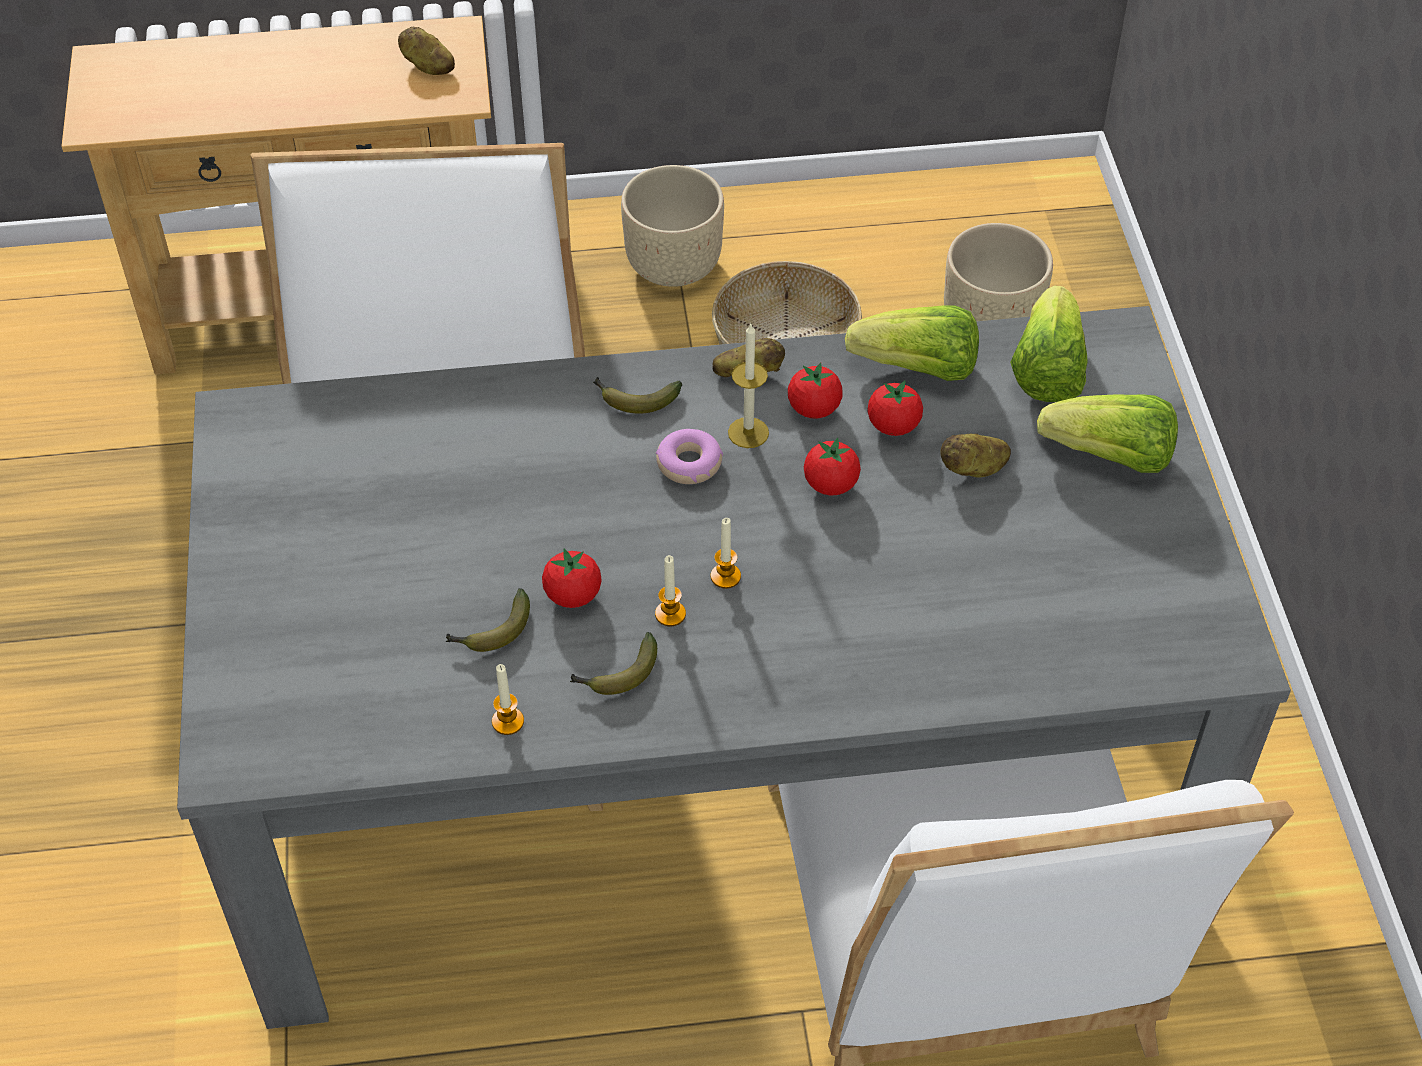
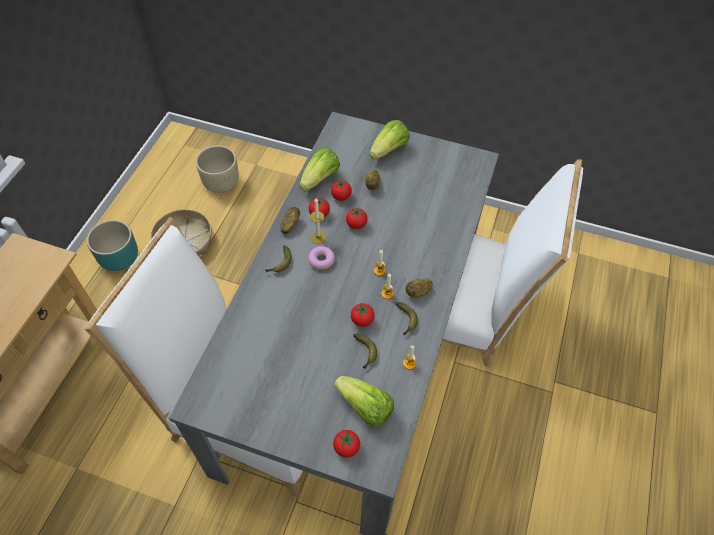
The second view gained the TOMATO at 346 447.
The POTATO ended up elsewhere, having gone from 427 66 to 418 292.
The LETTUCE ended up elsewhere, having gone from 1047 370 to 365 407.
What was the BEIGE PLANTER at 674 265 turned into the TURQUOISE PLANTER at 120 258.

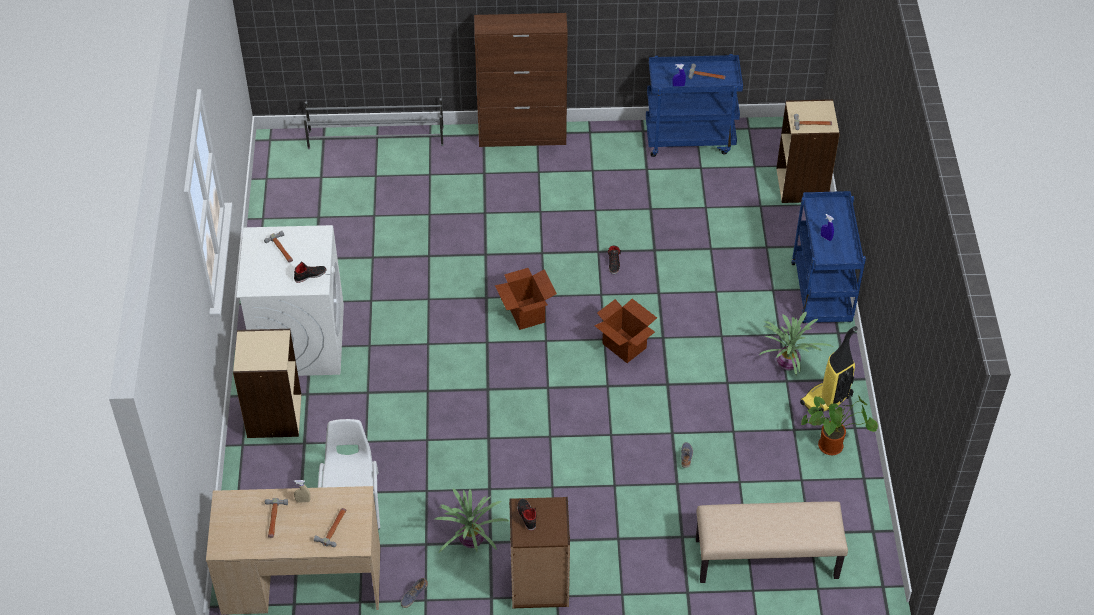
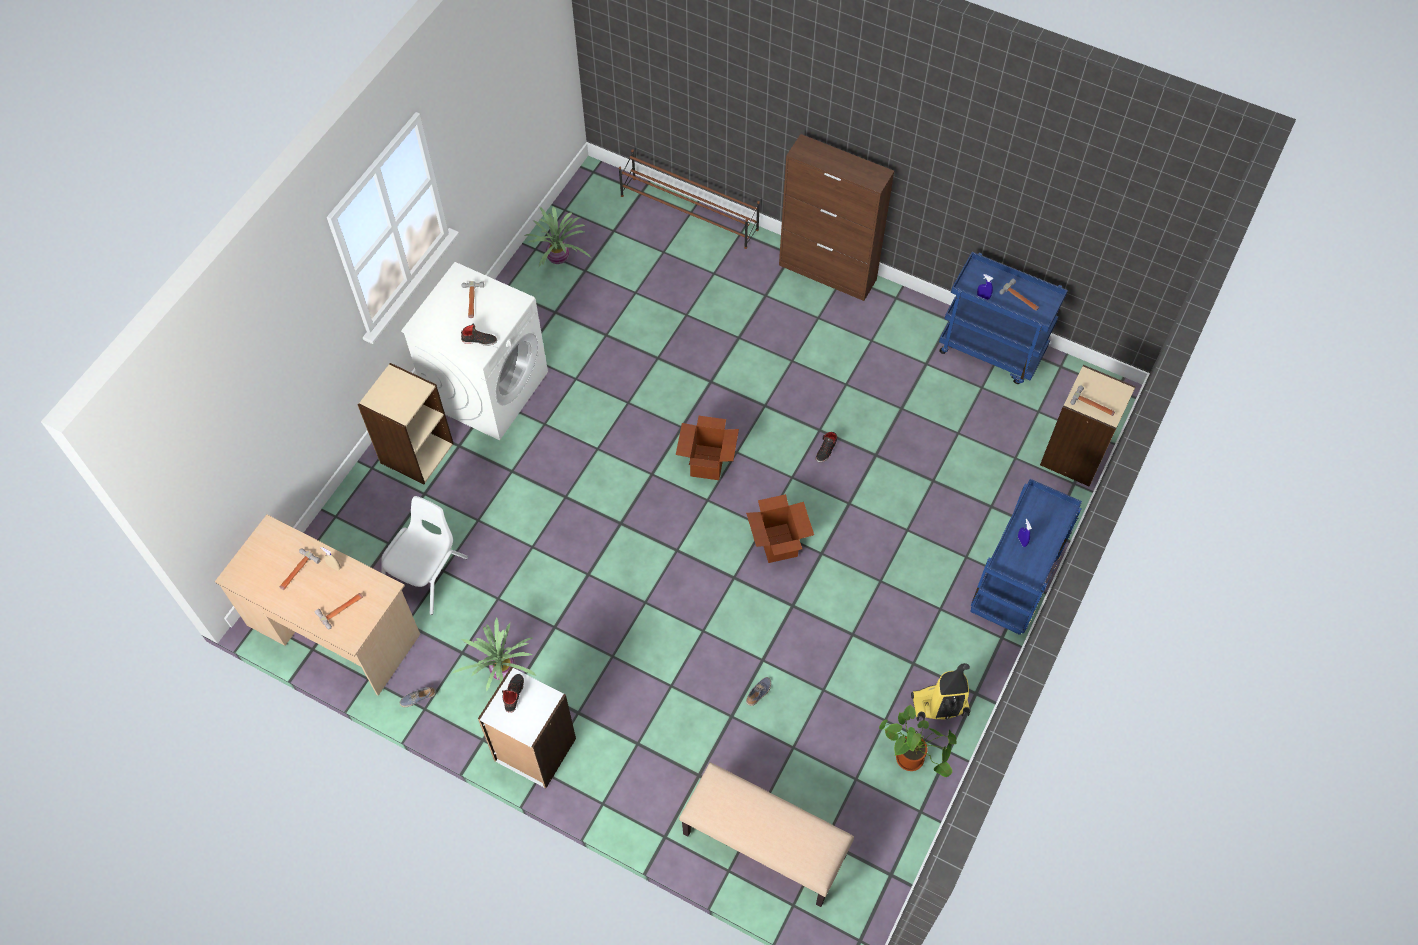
The POTTED PLANT ended up elsewhere, having gone from 788 365 to 559 259.
What was the GREY SHOE RACK at 376 138 turned into the BROWN SHOE RACK at 689 213.
What was the BROWN BOOKCASE at 539 584 turned into the WHITE BOOKCASE at 534 750.

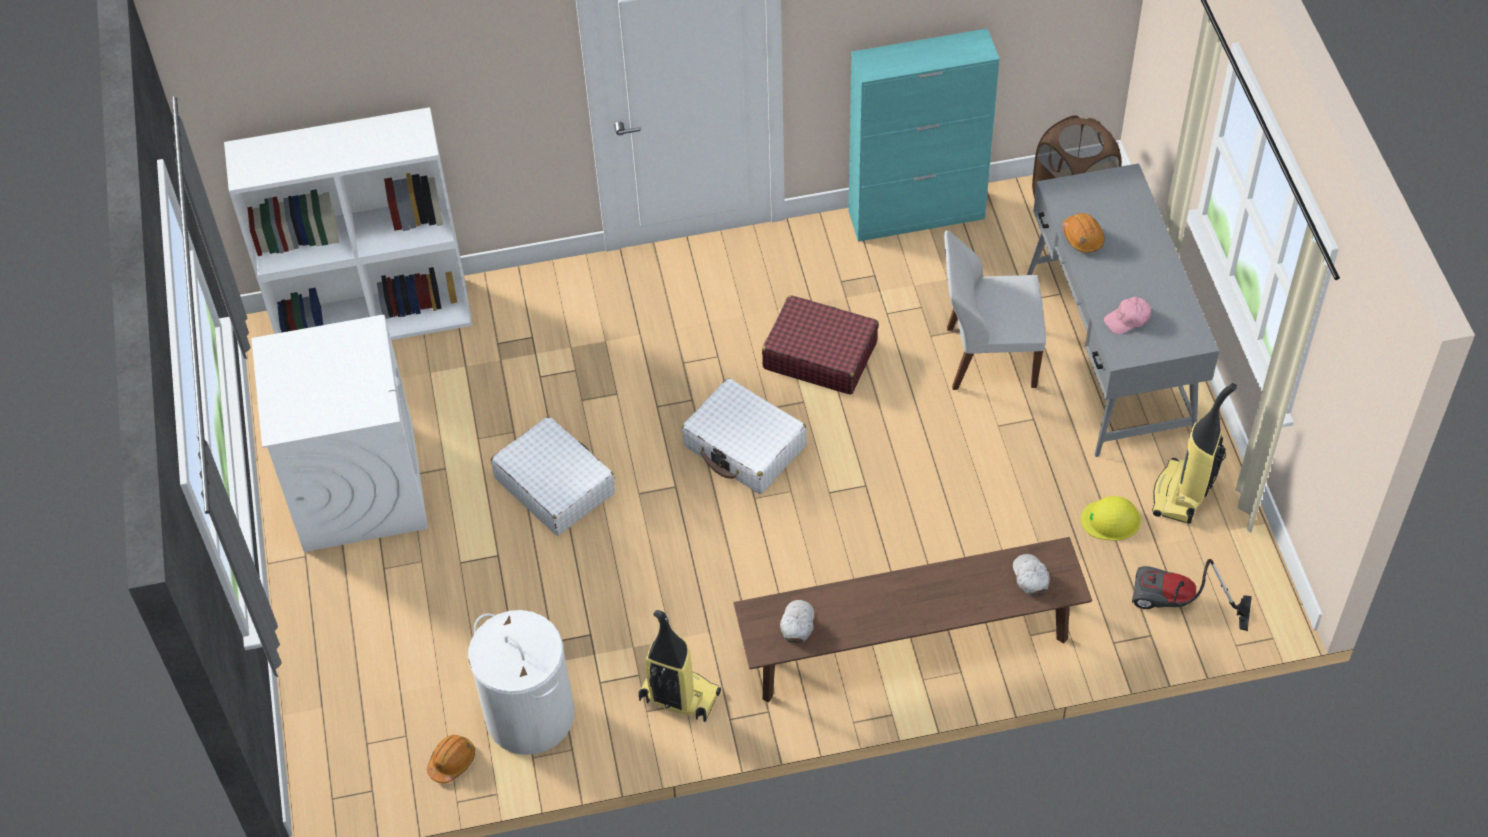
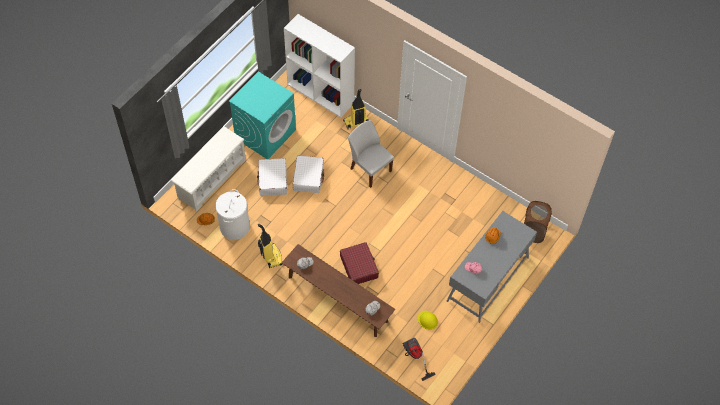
The second view lost the TURQUOISE CABINET at 917 215.
The second view gained the WHITE SHOE RACK at 211 178.
The WHITE SUITCASE ended up elsewhere, having gone from 745 447 to 273 180.
The RED SUITCASE ended up elsewhere, having gone from 819 355 to 359 266.
The WHITE CHAIR ended up elsewhere, having gone from 987 357 to 370 169.
The VACUUM CLEANER ended up elsewhere, having gone from 1181 494 to 356 122.
What was the WHITE WASHING MACHINE at 358 486 turned into the TURQUOISE WASHING MACHINE at 265 134.

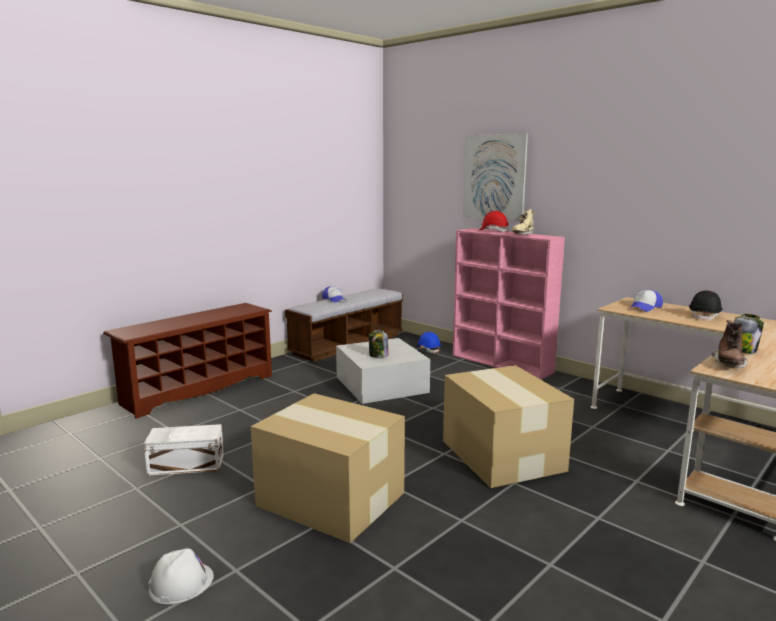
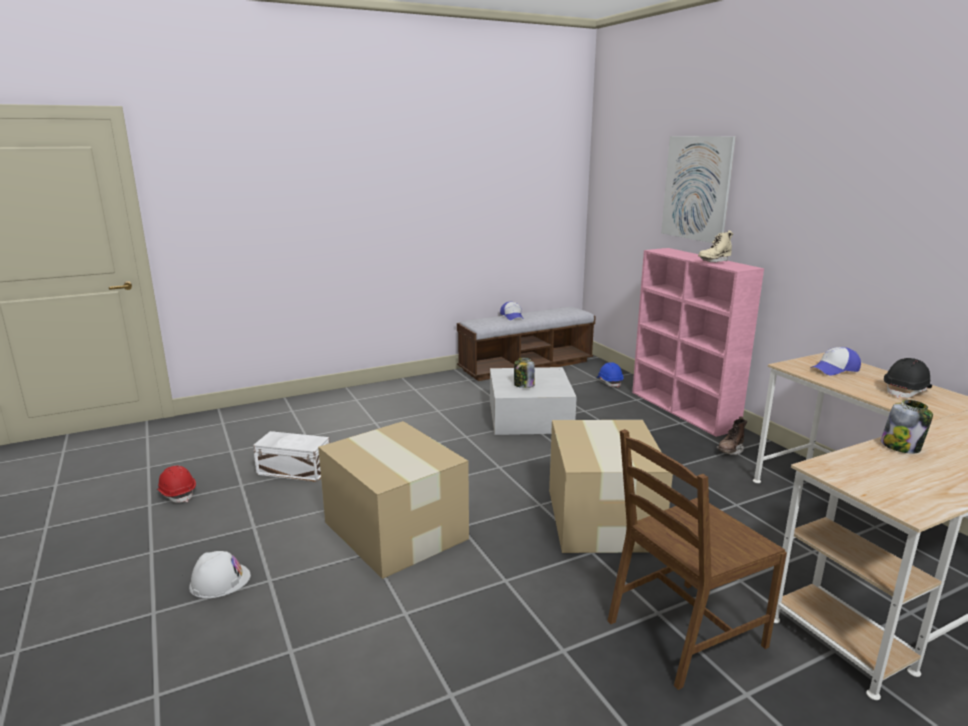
The second view lost the BROWN SHOE RACK at 198 389.
The second view gained the BROWN CHAIR at 684 633.
The RED HARD HAT ended up elsewhere, having gone from 493 231 to 177 493.
The BROWN BOOT ended up elsewhere, having gone from 729 364 to 730 450.

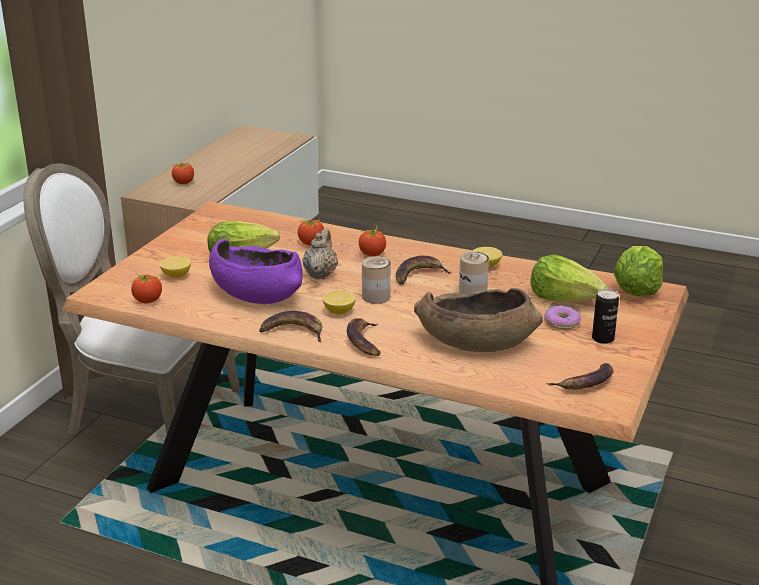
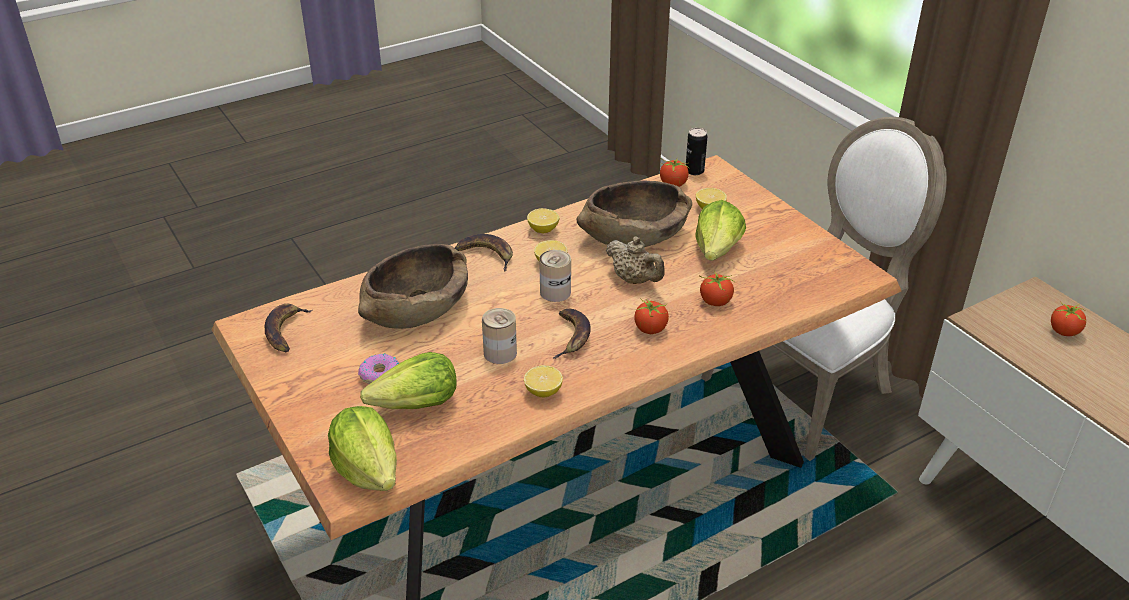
The CAN ended up elsewhere, having gone from 602 339 to 694 171.
Where the BANANA stood at 293 331, the LEMON came to stand at 543 229.
What was the PURPLE BOWL at 256 292 turned into the BROWN BOWL at 634 235.

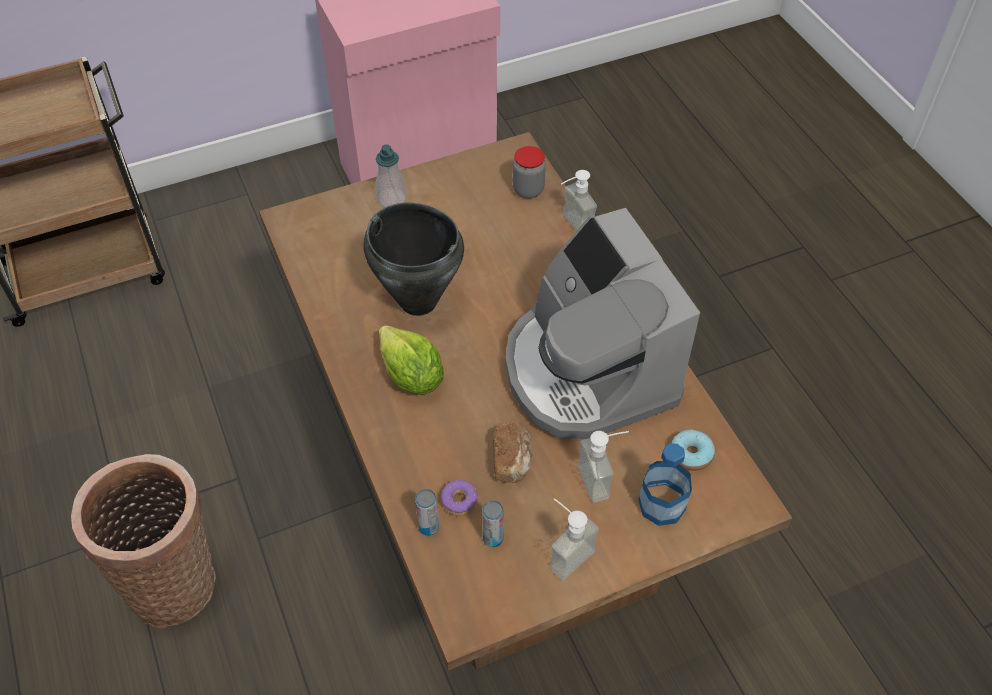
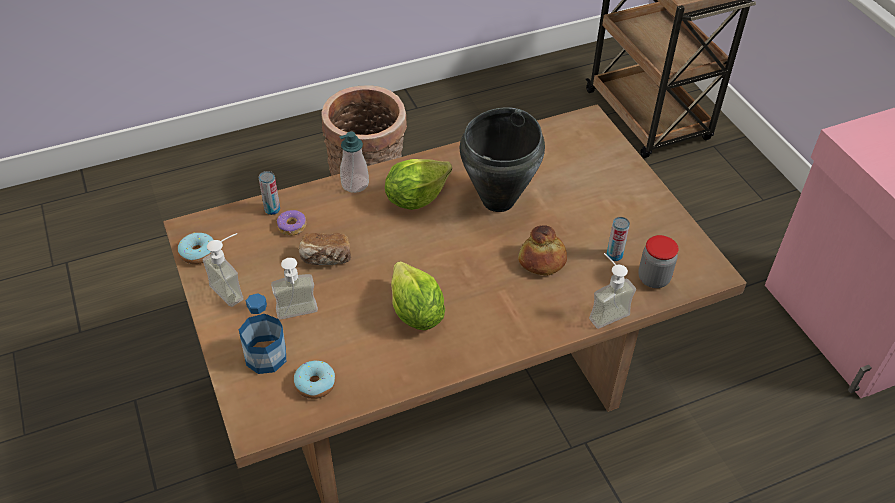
The second view gained the DONUT at 198 253.
The second view gained the BREAD at 541 260.
The SOAP DISPENSER ended up elsewhere, having gone from 391 199 to 355 184.
The CAN ended up elsewhere, having gone from 493 538 to 614 255.
Where the COFFEE MACHINE stood at 587 372, the LETTUCE came to stand at 415 313.

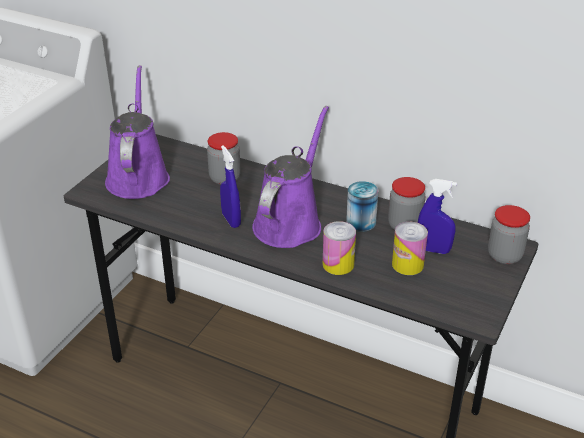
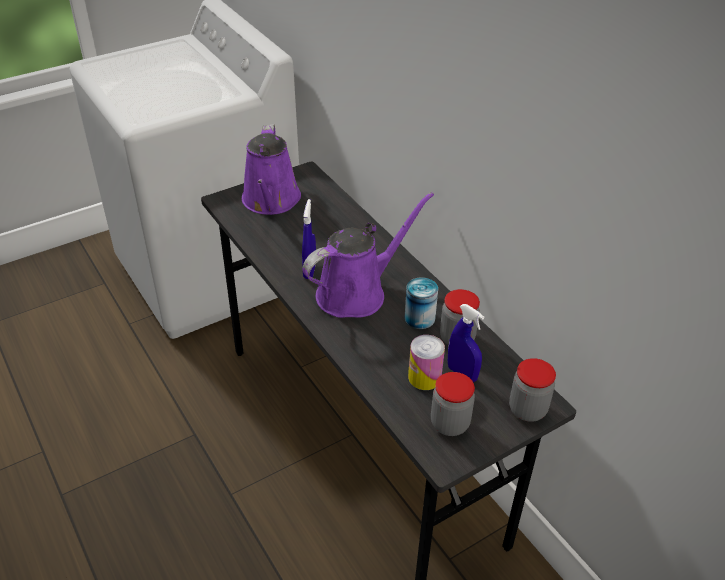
The second view lost the CAN at 338 264.
The JAR ended up elsewhere, having gone from 225 178 to 449 424.
The PURPLE WATERING CAN at 138 176 ended up facing another way, 150 degrees clockwise from before.

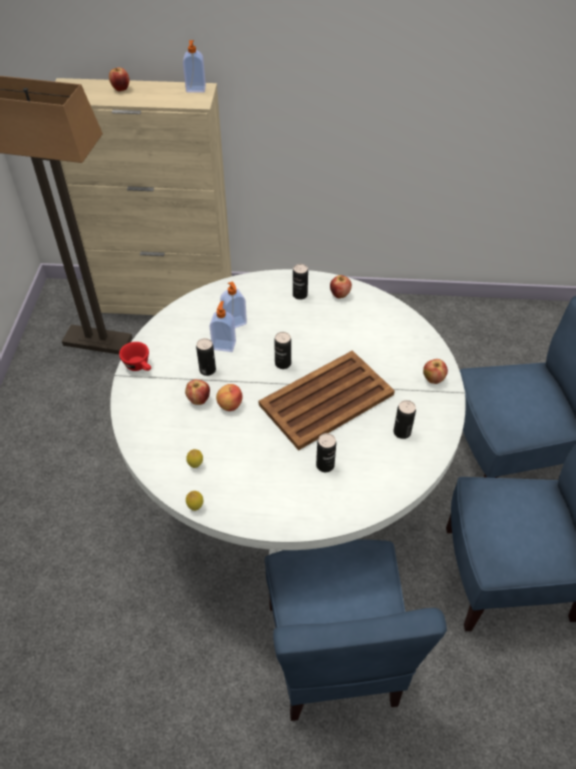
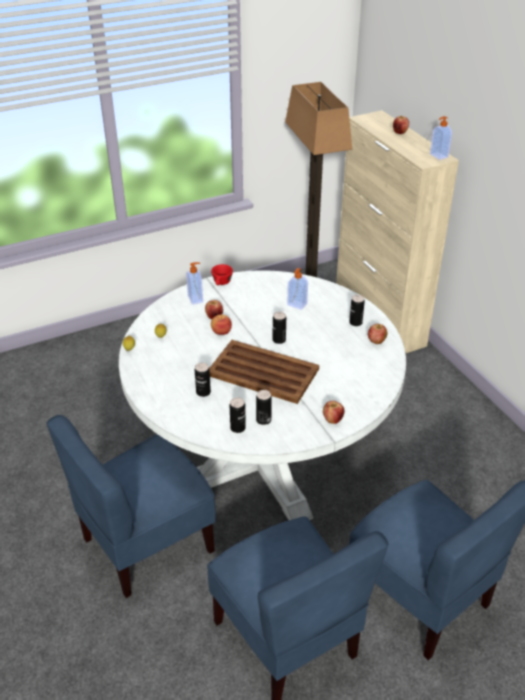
The CAN ended up elsewhere, having gone from 207 370 to 238 428.
The SOAP DISPENSER ended up elsewhere, having gone from 224 345 to 196 299.

